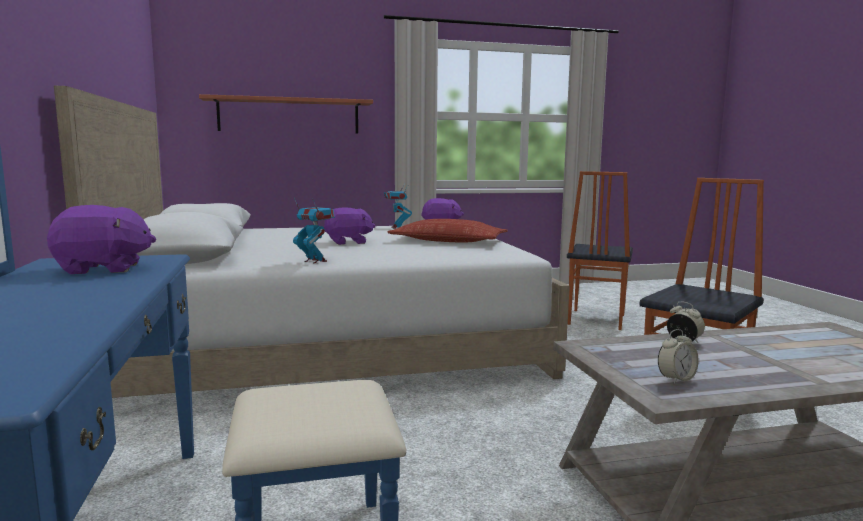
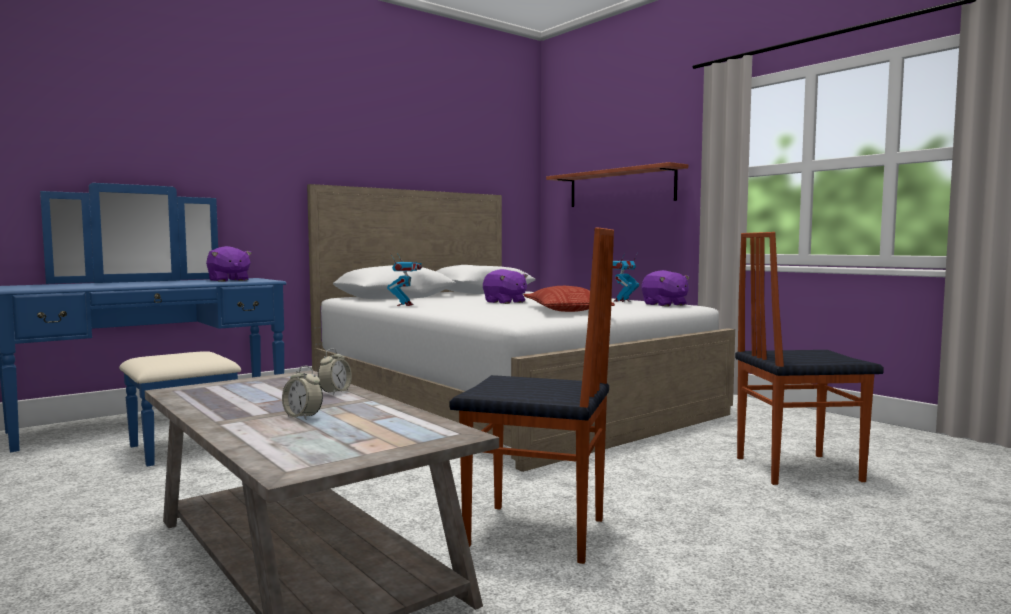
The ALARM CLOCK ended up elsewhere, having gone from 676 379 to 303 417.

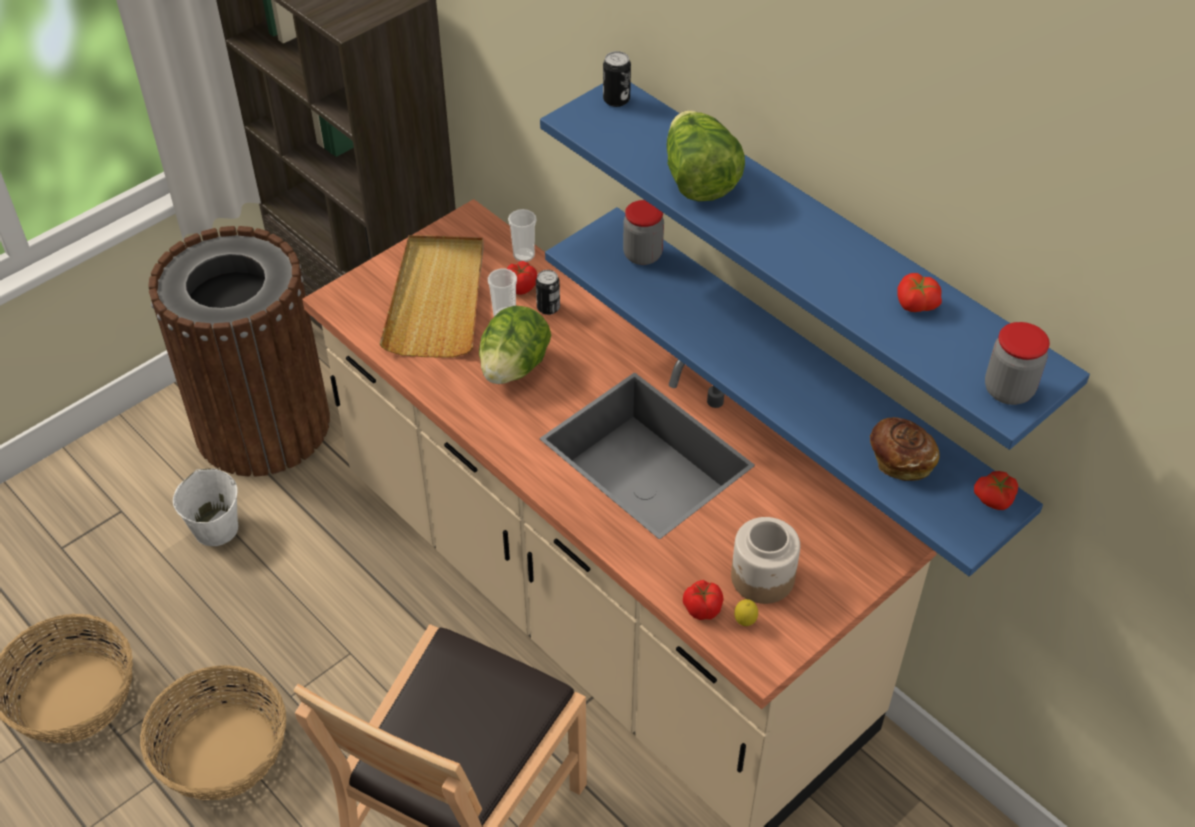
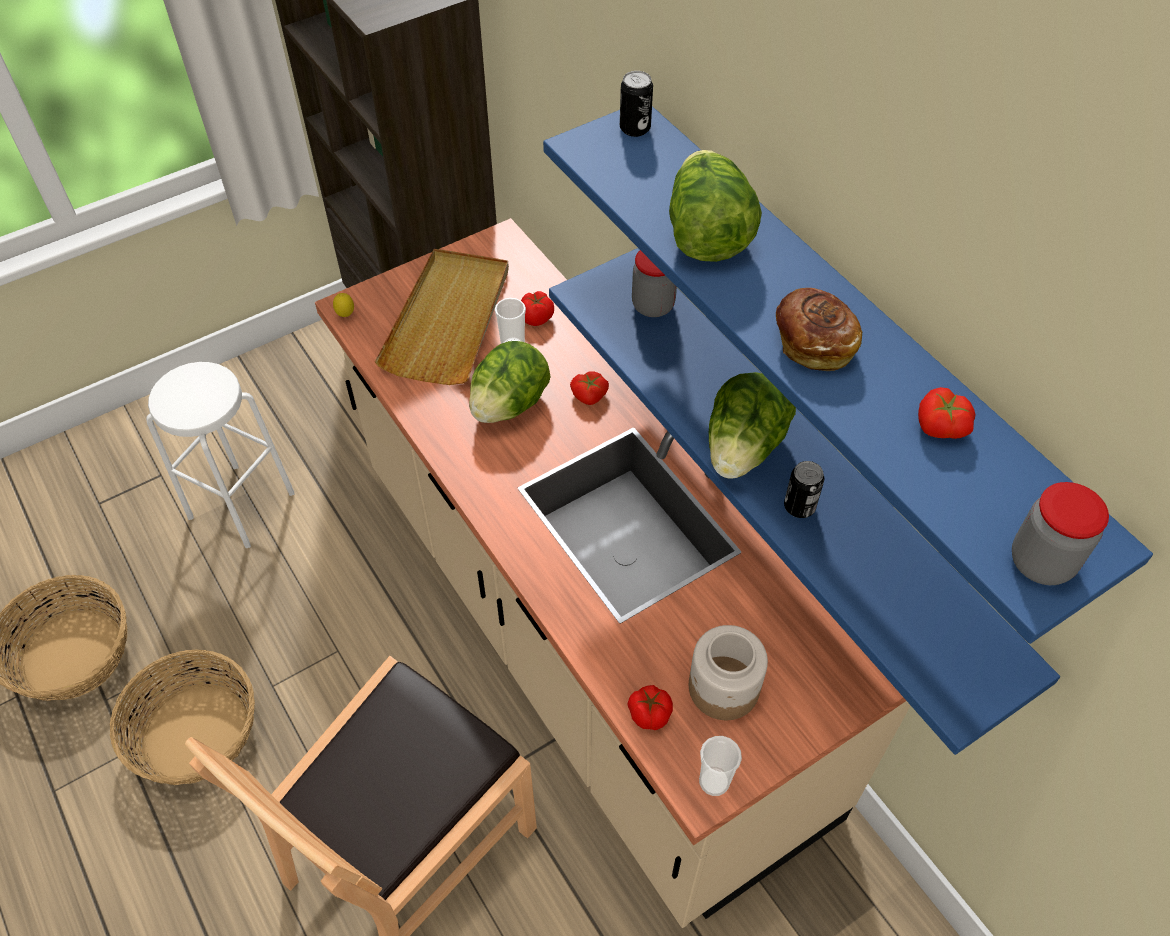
The second view lost the BROWN TRASH CAN at 262 424.
The second view gained the LETTUCE at 743 449.
The CUP ended up elsewhere, having gone from 524 255 to 714 781.
The CAN ended up elsewhere, having gone from 548 308 to 799 506.
The LEMON ended up elsewhere, having gone from 745 622 to 346 315.
The BREAD ended up elsewhere, having gone from 900 459 to 813 343.
The TOMATO ended up elsewhere, having gone from 994 500 to 589 396.
Where the WHITE BUCKET stood at 216 528, the WHITE STOOL came to stand at 241 505.

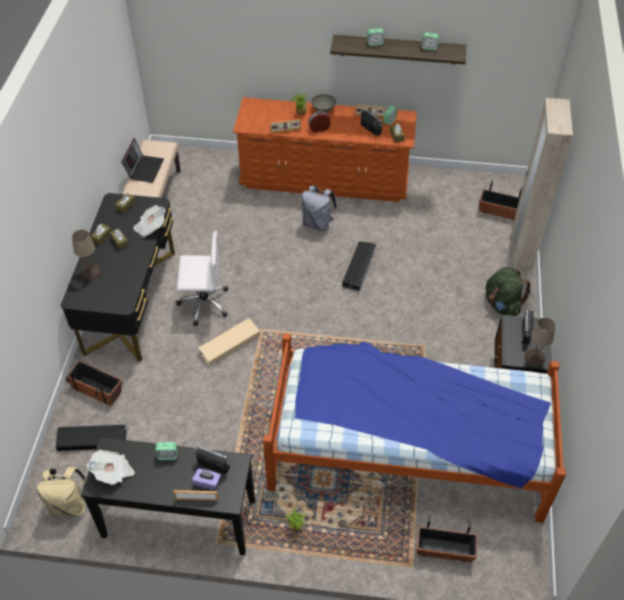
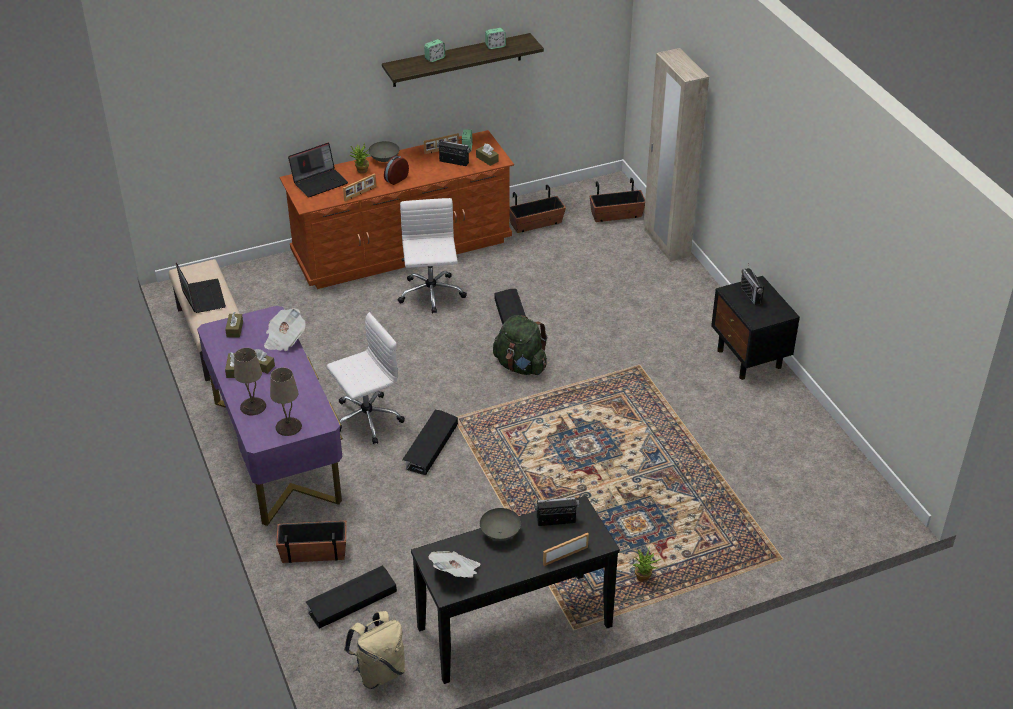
The second view lost the PURPLE TISSUE BOX at 207 482.
The second view lost the BED at 407 449.
The second view gained the LAPTOP at 320 182.
The PLANTER ended up elsewhere, having gone from 444 550 to 536 223.
The GREEN BACKPACK ended up elsewhere, having gone from 502 305 to 521 366.
The BEIGE TABLE LAMP ended up elsewhere, having gone from 535 357 to 289 426.
Where the ALARM CLOCK stood at 167 455, the GREY BOWL came to stand at 500 533.
Where the GREY BACKPACK stood at 317 223, the WHITE OFFICE CHAIR came to stand at 431 294.
What was the BLACK DESK at 130 301 turned into the PURPLE DESK at 276 450.
What was the BEIGE STORAGE BOX at 229 344 turned into the BLACK STORAGE BOX at 430 446.

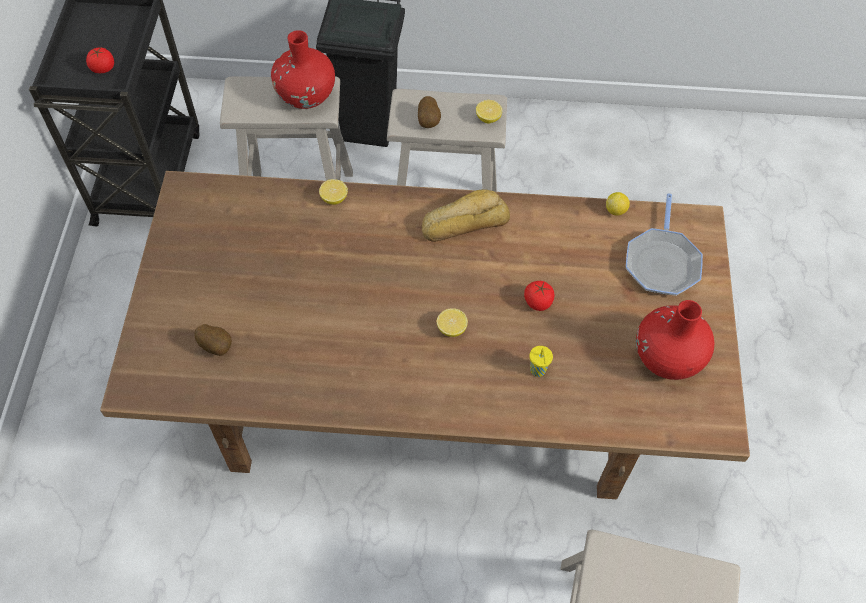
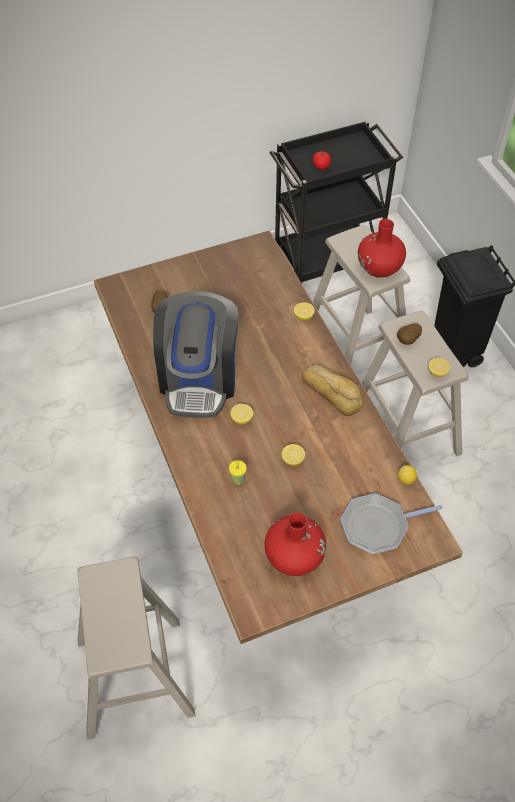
The second view gained the COFFEE MACHINE at 199 379.
Where the TOMATO stood at 538 302, the LEMON came to stand at 293 460.

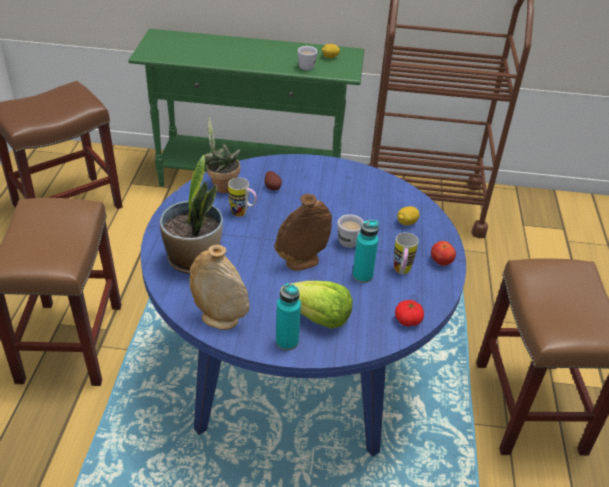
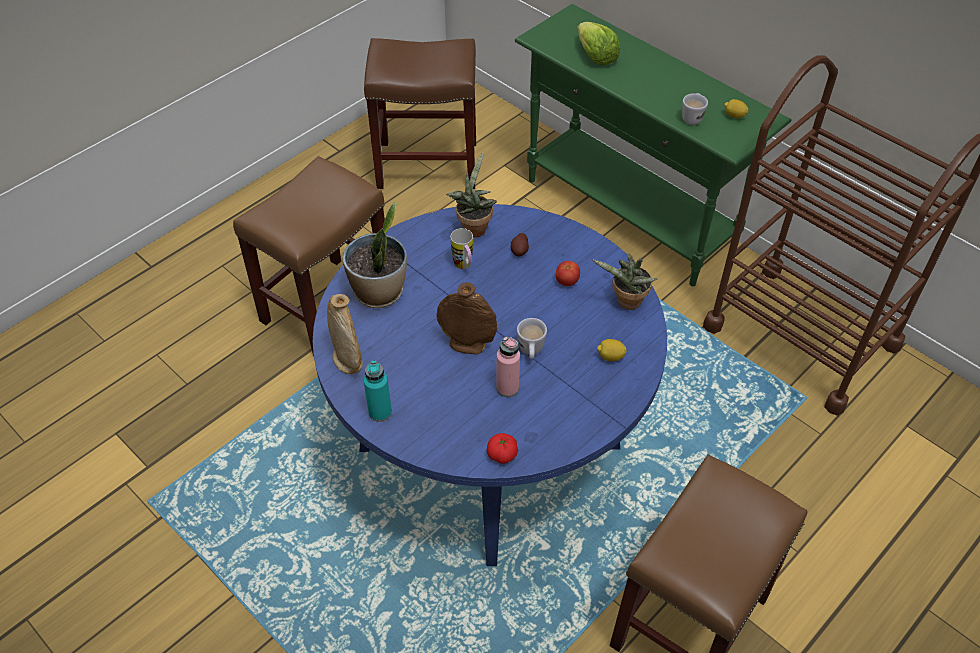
The second view lost the MUG at 401 272.
The second view gained the POTTED PLANT at 626 303.
The LETTUCE ended up elsewhere, having gone from 317 318 to 595 56.
The TOMATO ended up elsewhere, having gone from 441 262 to 567 281.
What was the TURQUOISE BOTTLE at 362 276 turned into the PINK BOTTLE at 507 388.

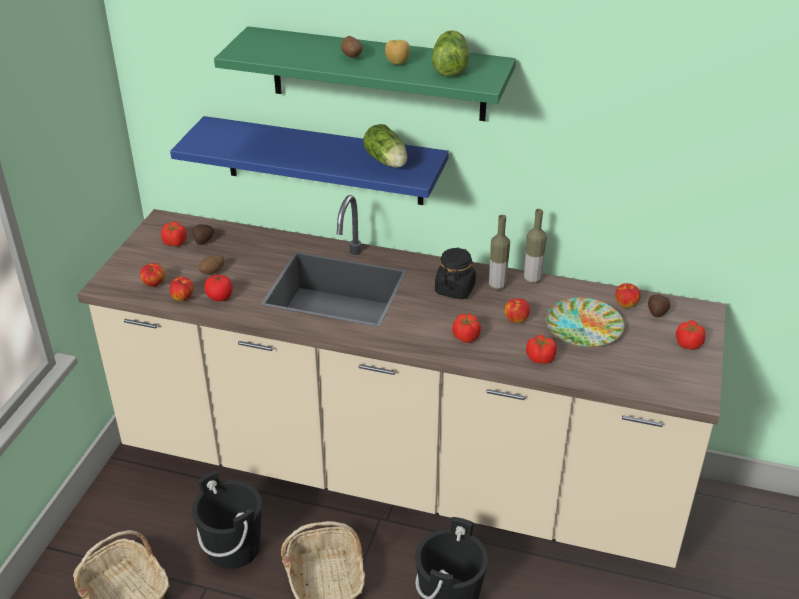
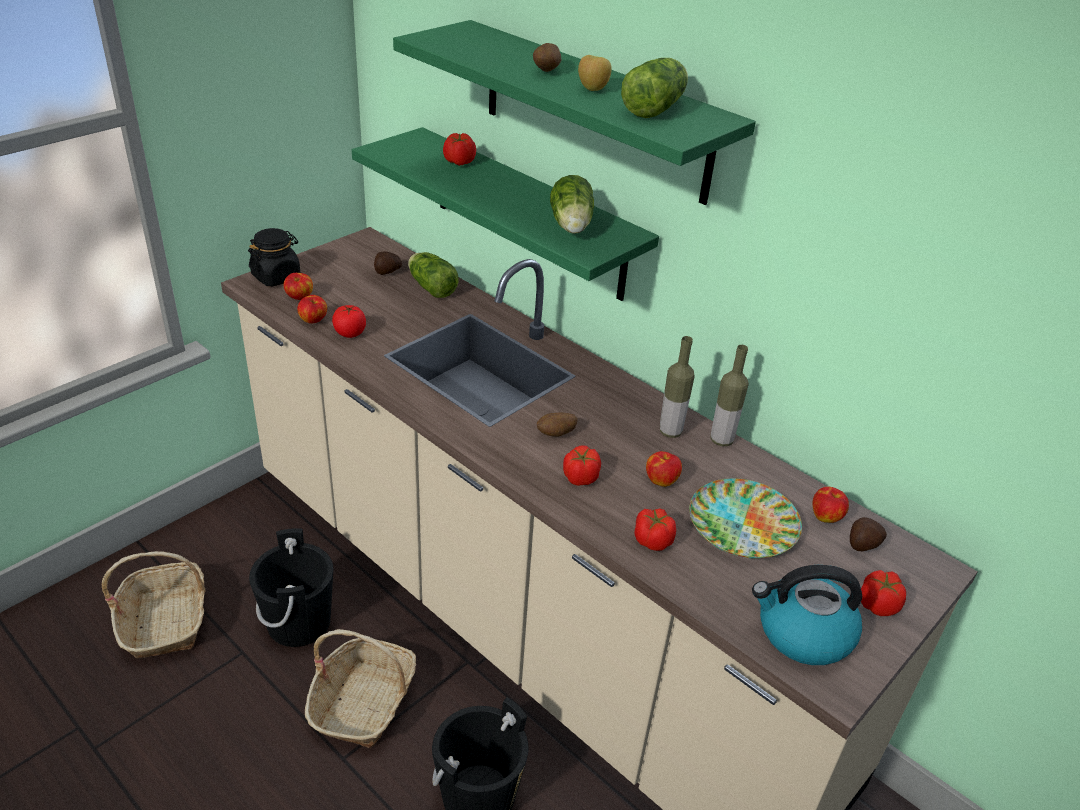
The second view gained the LETTUCE at 430 286.
The second view gained the KETTLE at 802 633.
The TOMATO ended up elsewhere, having gone from 175 242 to 459 162.
The POTATO ended up elsewhere, having gone from 212 272 to 556 434.
The BLACK JAR ended up elsewhere, having gone from 455 289 to 276 277.
What was the BLUE SHELF at 324 161 turned into the GREEN SHELF at 528 214.

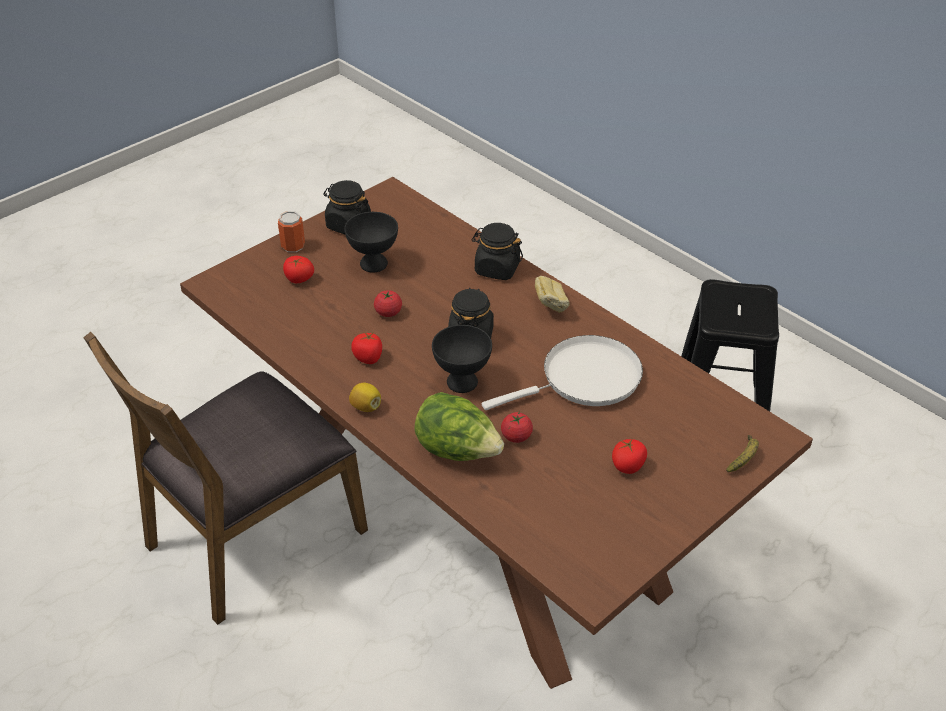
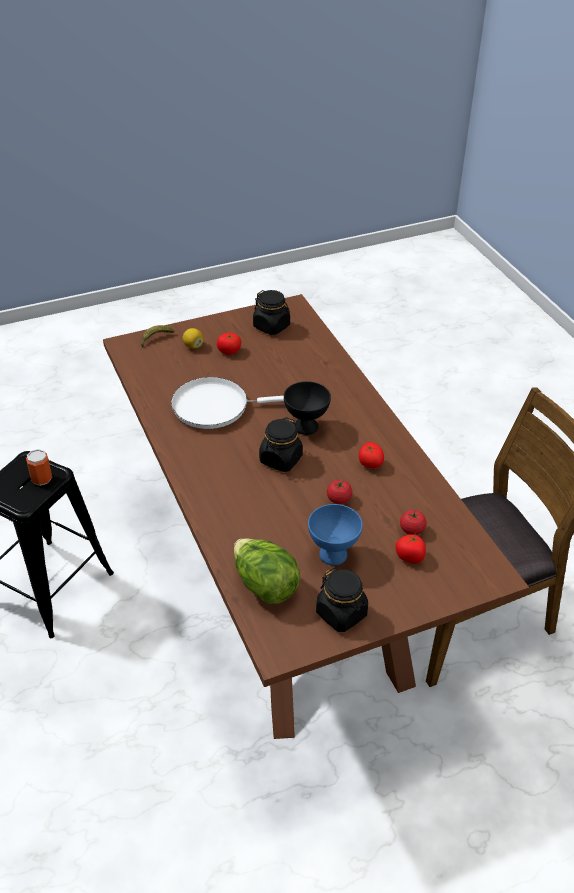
The second view lost the BREAD at 550 307.
The CAN ended up elsewhere, having gone from 293 246 to 41 479.
The LEMON ended up elsewhere, having gone from 366 407 to 193 346.
The LETTUCE ended up elsewhere, having gone from 457 451 to 264 586.
The BLACK JAR ended up elsewhere, having gone from 496 269 to 271 326.
The TOMATO ended up elsewhere, having gone from 516 436 to 412 530.
What was the BLACK BOWL at 374 264 turned into the BLUE BOWL at 332 554.

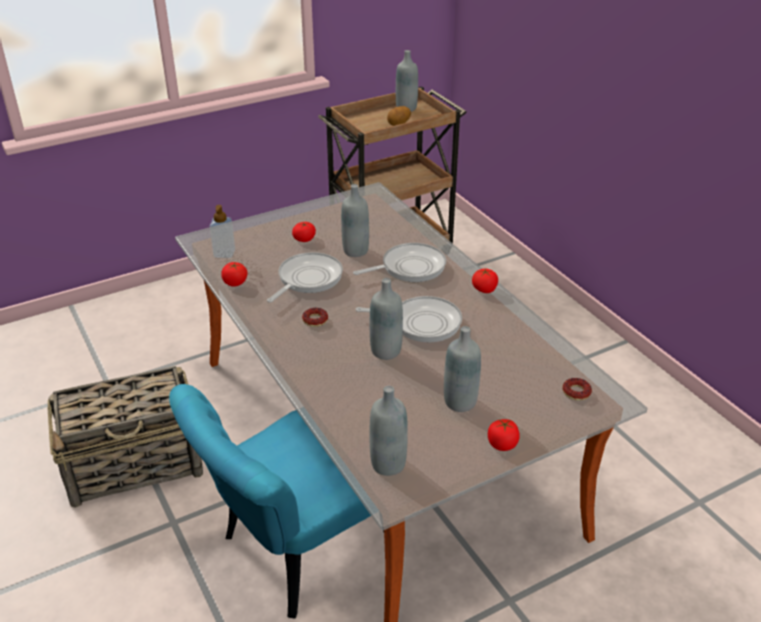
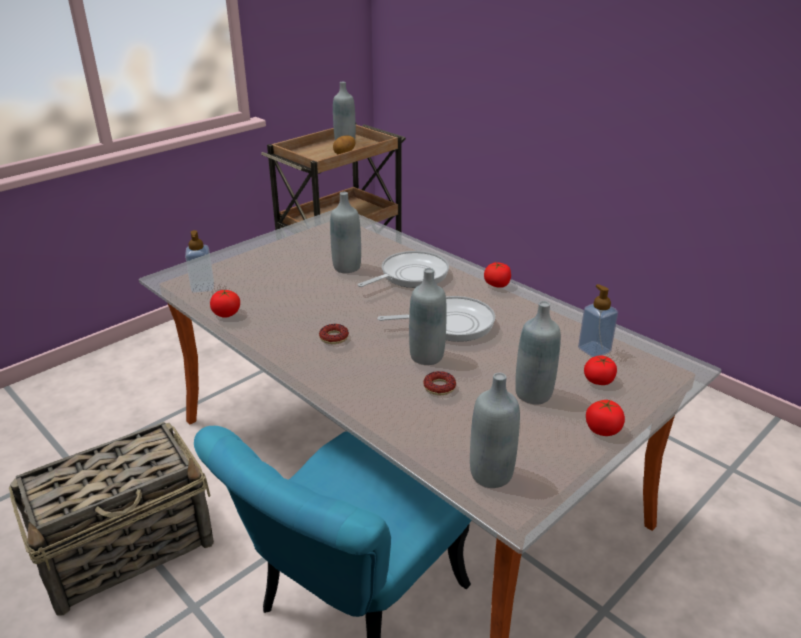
The second view lost the FRYING PAN at 307 279.
The second view gained the SOAP DISPENSER at 594 350.
The TOMATO ended up elsewhere, having gone from 304 239 to 599 380.
The DONUT ended up elsewhere, having gone from 576 392 to 439 387.

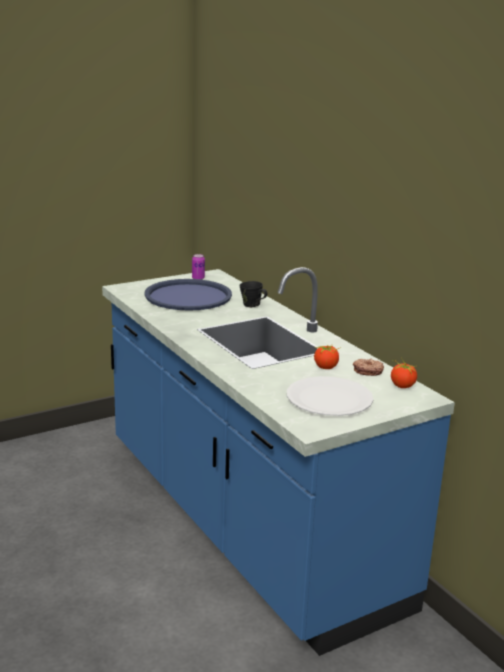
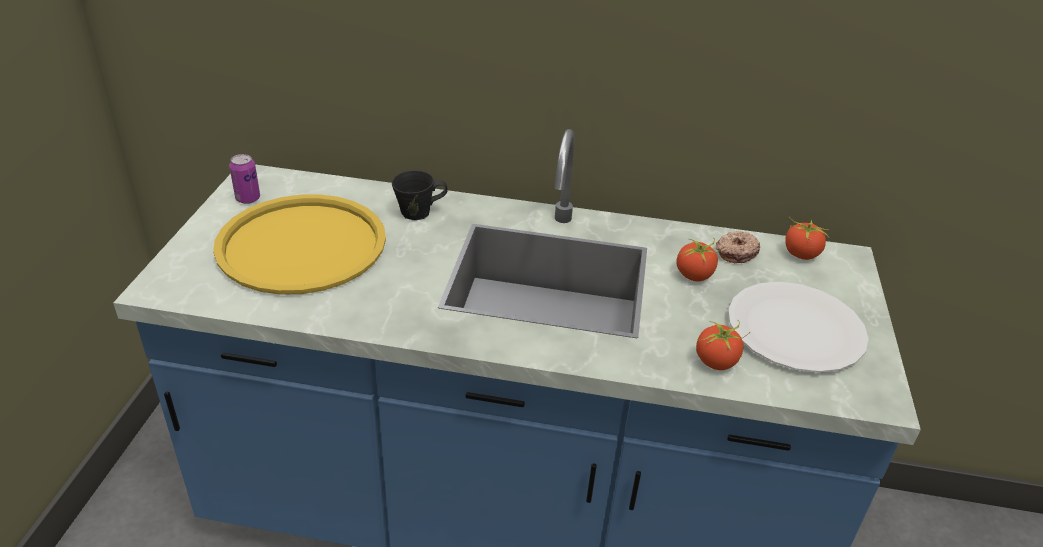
The second view gained the TOMATO at 716 362.
What was the BLUE TRAY at 188 296 turned into the YELLOW TRAY at 301 245.

